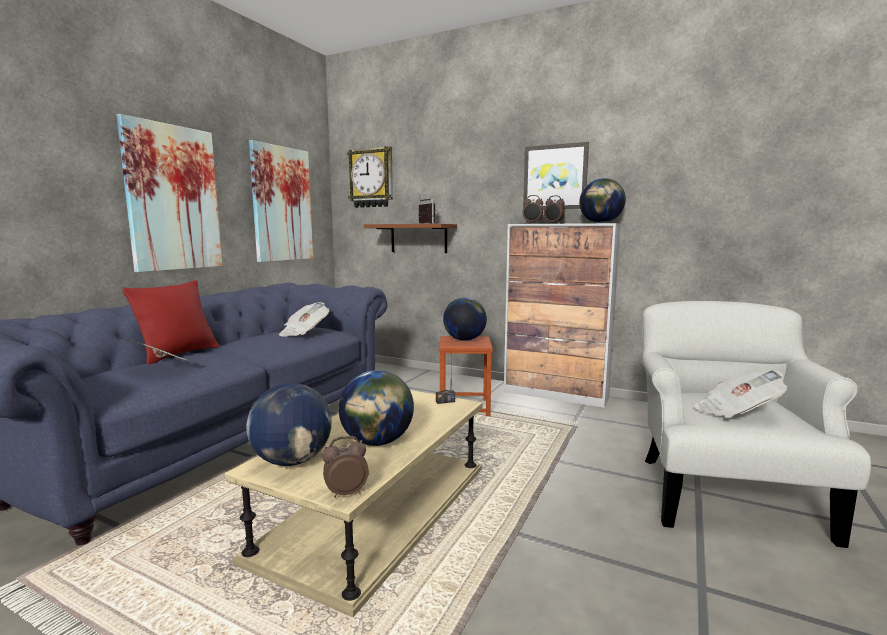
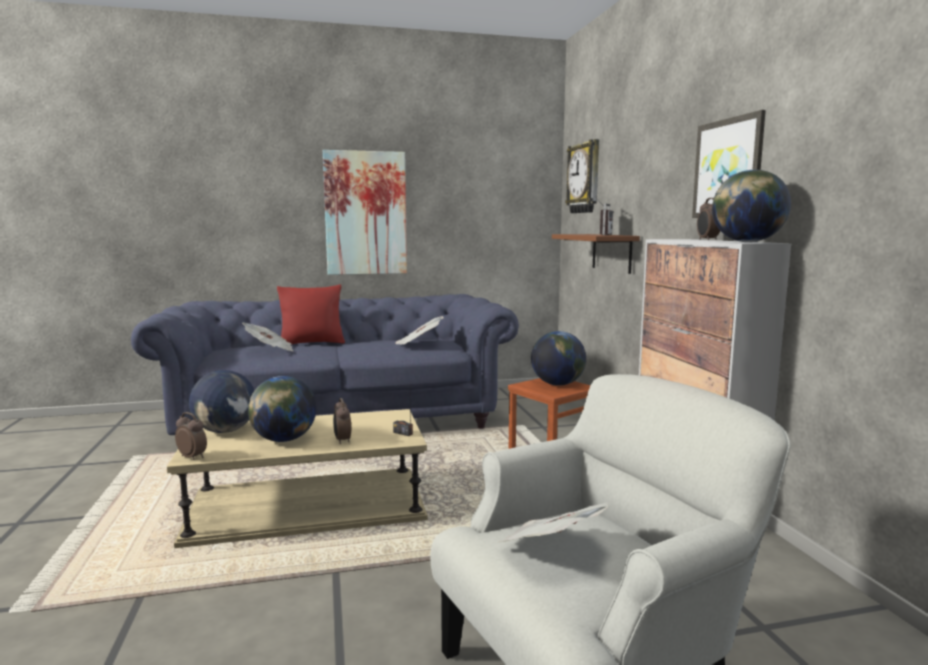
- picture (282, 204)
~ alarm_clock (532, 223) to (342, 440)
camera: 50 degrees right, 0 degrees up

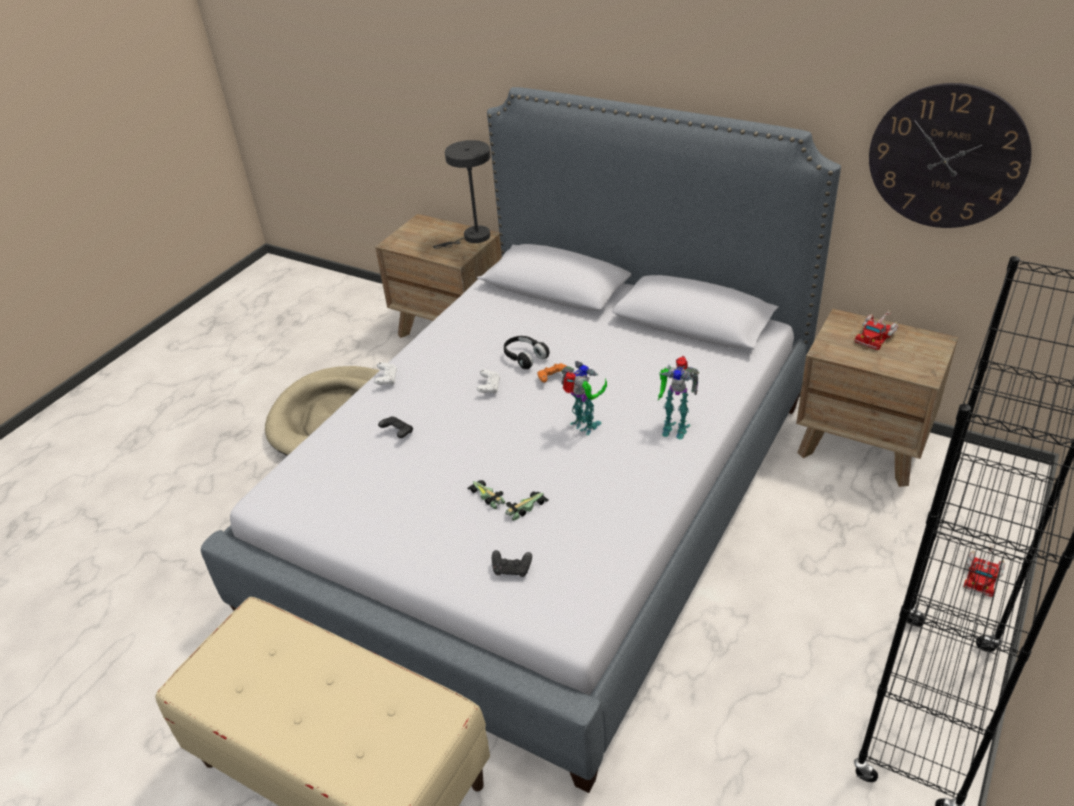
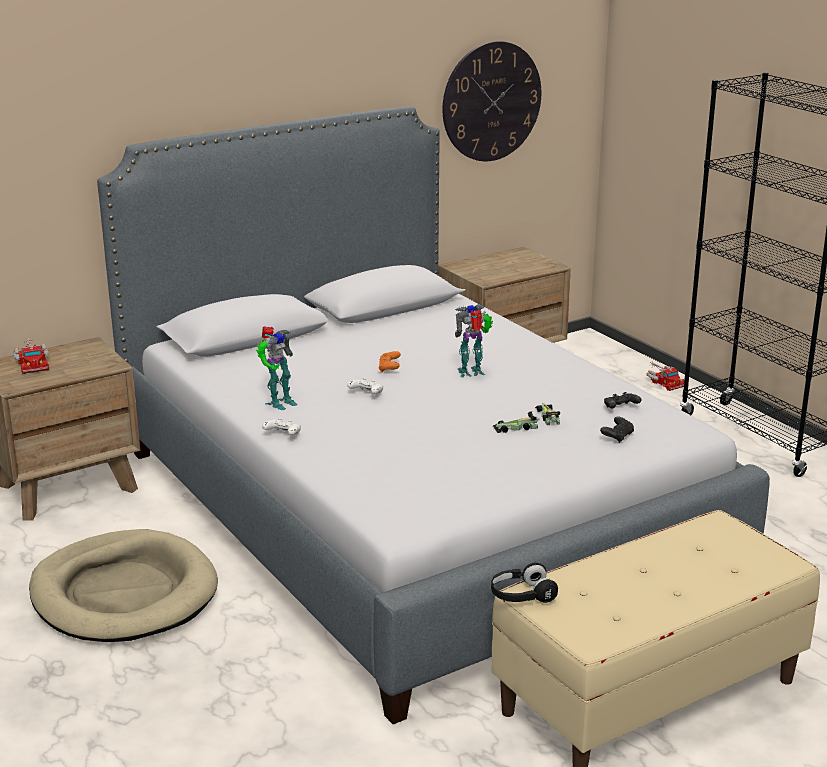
- grey_table_lamp (472, 238)
~ toy_truck (876, 335) to (32, 363)
~ black_headphones (525, 357) to (521, 595)
~ toy_robot (674, 426) to (278, 402)
~ black_game_controller (398, 433) to (620, 408)
camera: 65 degrees left, 15 degrees down

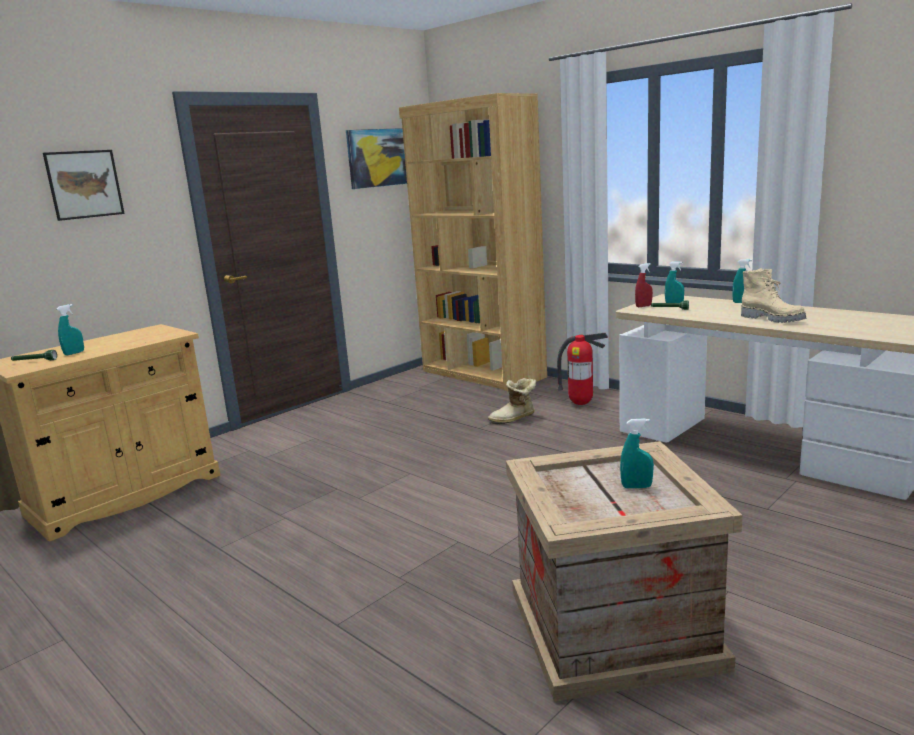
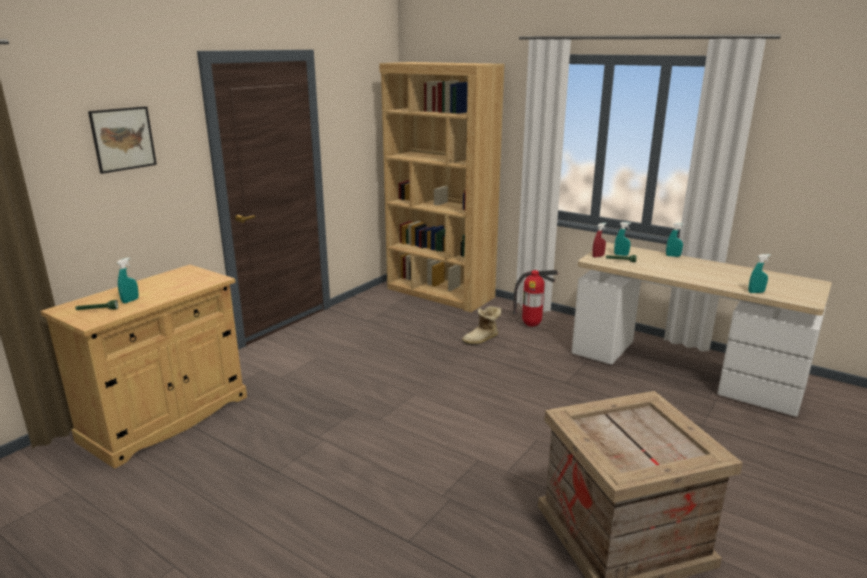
- picture (381, 157)
- beige_boot (773, 319)
~ turquoise_spray_bottle (636, 487) to (756, 292)
camera: 10 degrees left, 5 degrees up

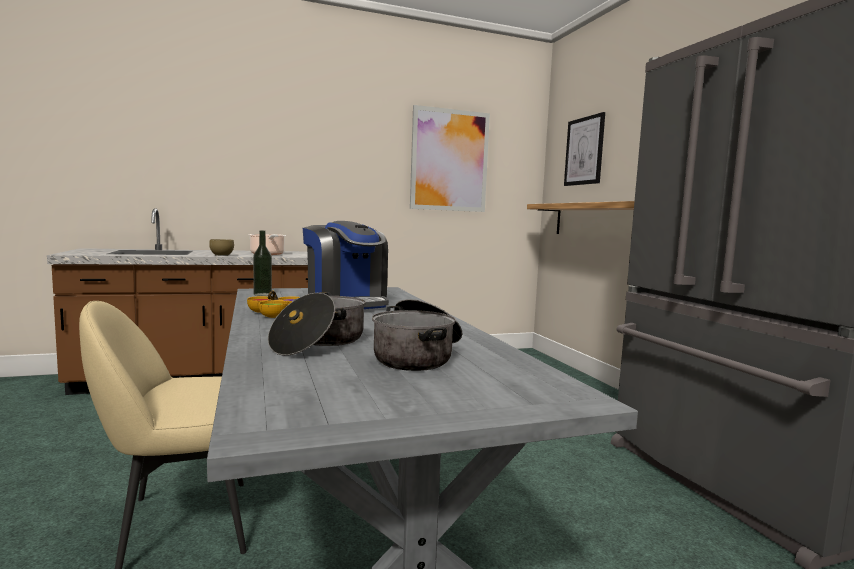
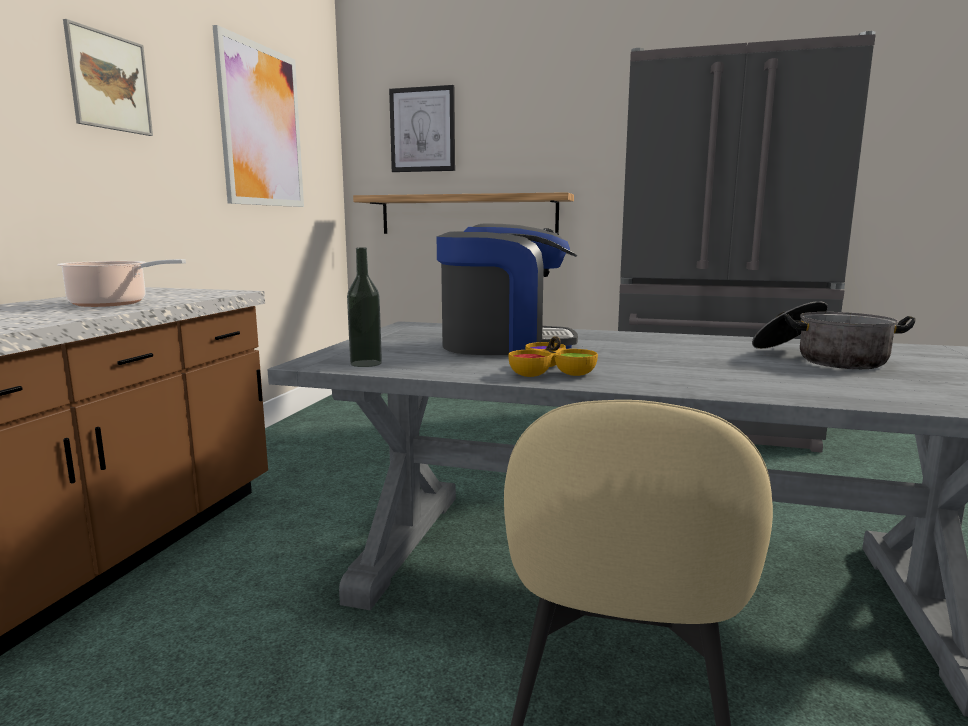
- brown_bowl (222, 255)
- cooking_pot (319, 342)
+ picture (109, 82)
camera: 55 degrees left, 5 degrees up

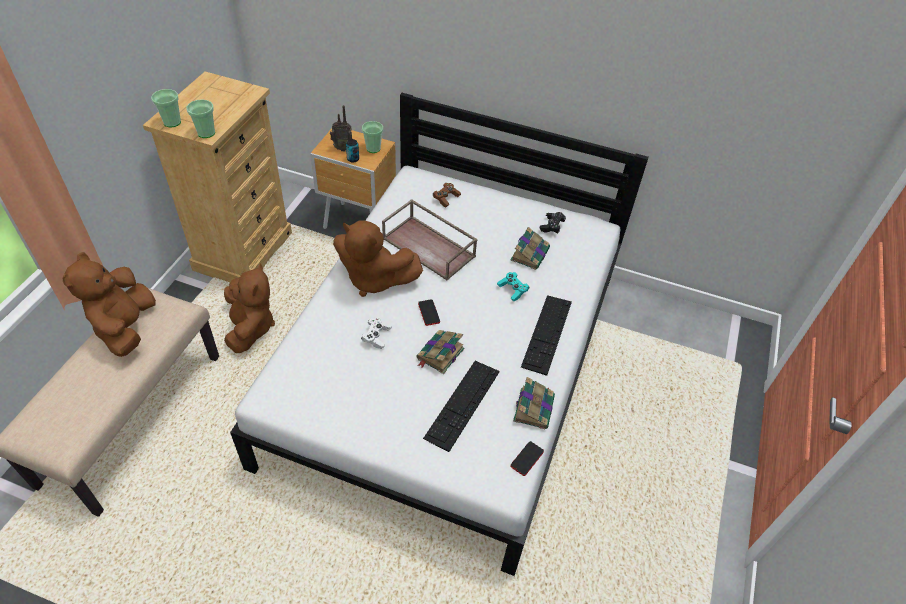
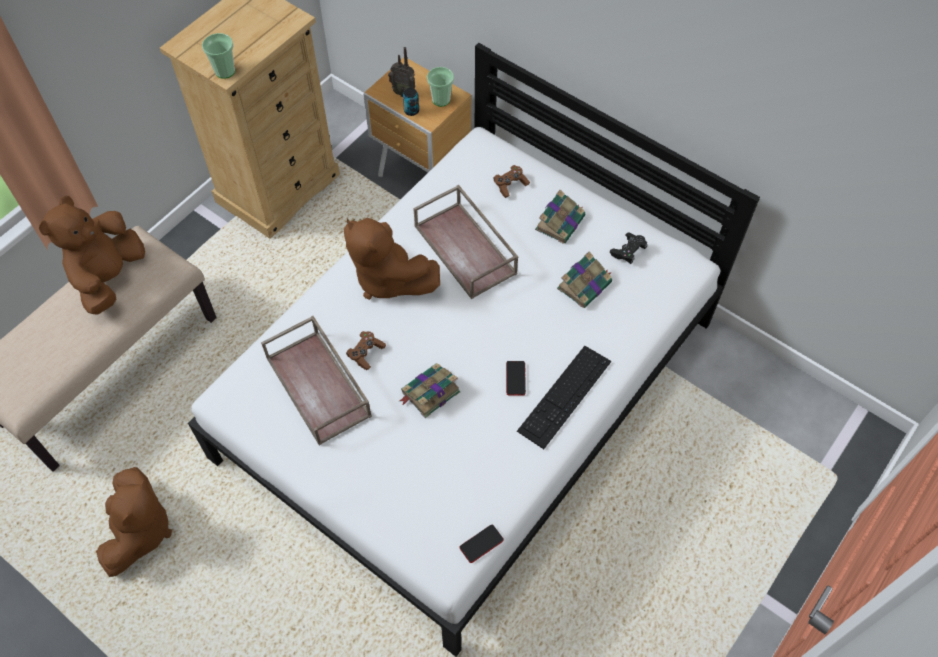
- cup (172, 122)
~ brown_plush_toy (250, 327) to (140, 532)
- turquoise_game_controller (512, 290)
~ phone (429, 313) to (515, 378)
~ white_game_controller (376, 336) to brown_game_controller (366, 353)
- keyboard (462, 404)
~ book (533, 407) to (560, 222)
+ brown_tray (320, 387)
camera: 20 degrees right, 10 degrees up

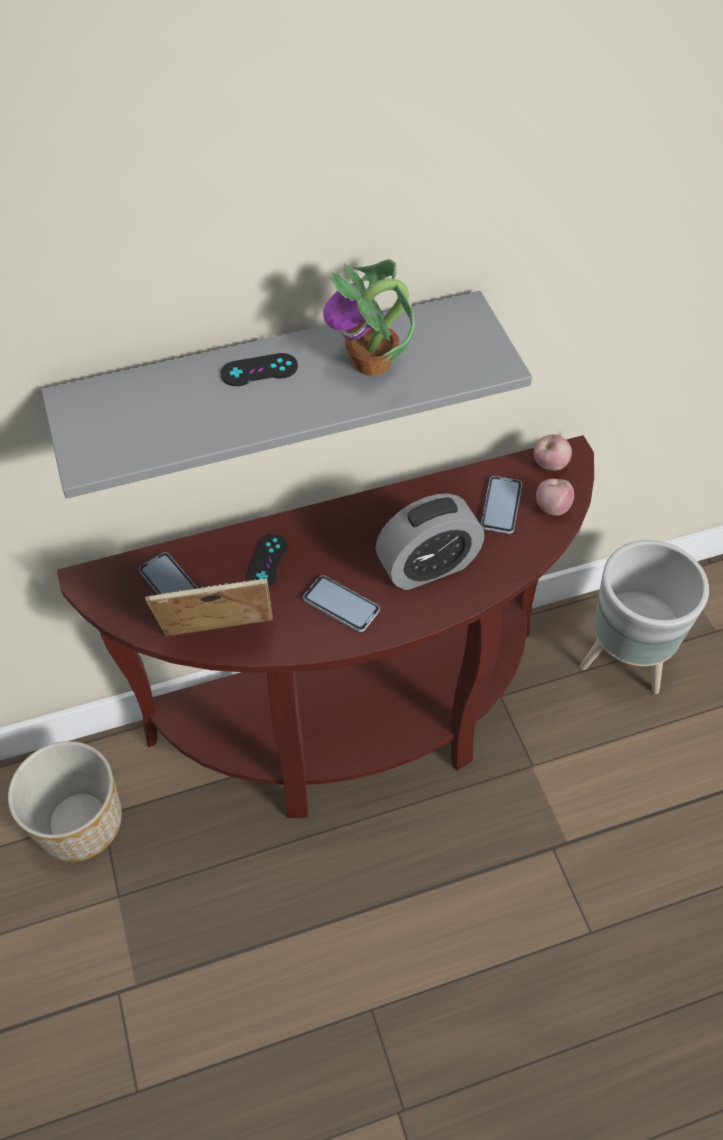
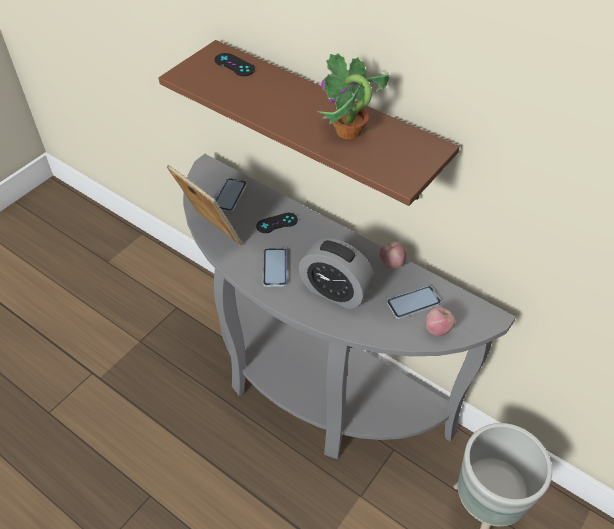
~ grey_shelf (273, 384) to brown_shelf (326, 122)
~ black_game_controller (259, 370) to (234, 65)
~ brown_console_table (357, 726) to grey_console_table (312, 385)
~ apple (549, 465) to (391, 263)
- planter (79, 821)
camera: 55 degrees right, 5 degrees down

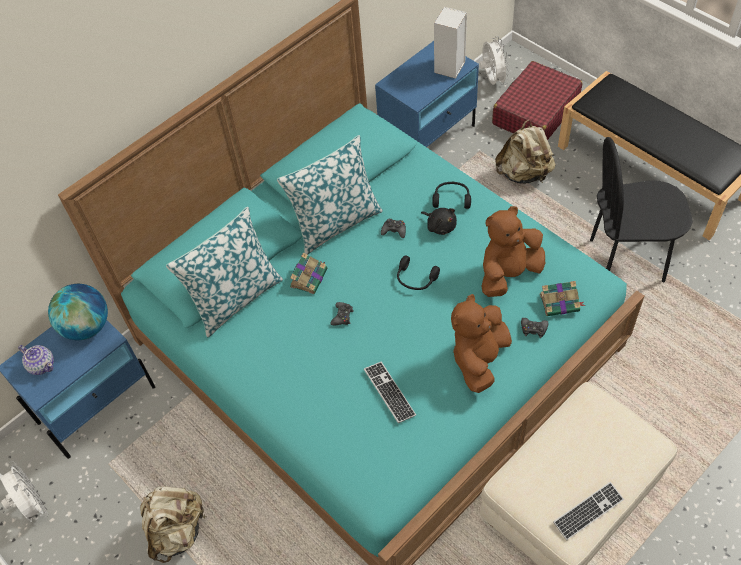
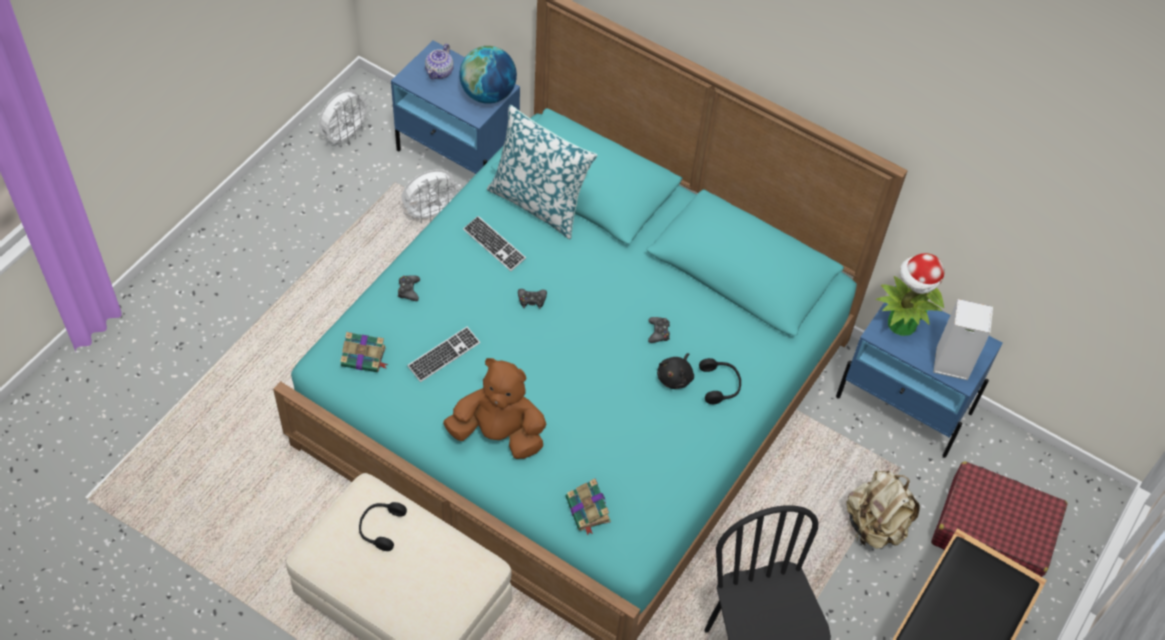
~ white_fan (492, 80) to (431, 213)
- pillow (336, 223)
- brown_plush_toy (508, 273)
~ book (309, 277) to (364, 357)
~ black_headphones (415, 279) to (380, 528)
~ black_game_controller (533, 329) to (408, 290)
~ keyboard (588, 511) to (494, 245)
- beige_backpack (177, 531)
+ potted_plant (901, 324)
camera: 70 degrees right, 0 degrees up

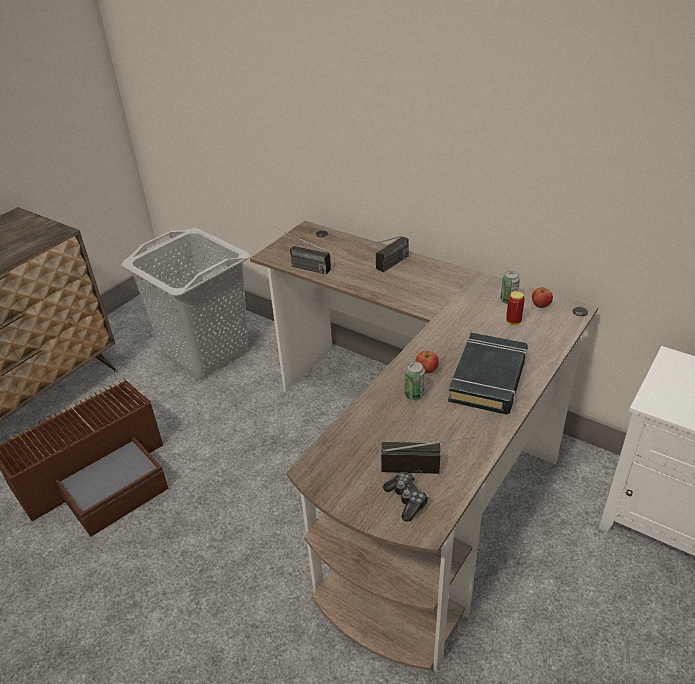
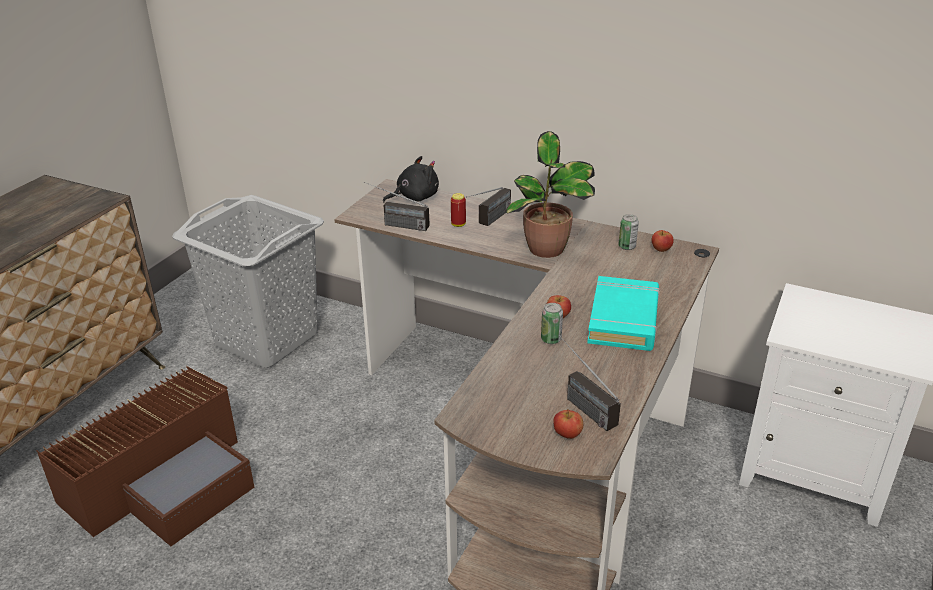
~ can (513, 322) to (458, 224)
~ black_book (488, 378) to turquoise_book (624, 319)
~ radio (426, 467) = (579, 404) 120 degrees counterclockwise
~ game_controller (406, 500) to apple (567, 434)
+ potted_plant (547, 250)
+ black_plush_toy (414, 197)
camera: 10 degrees left, 5 degrees down

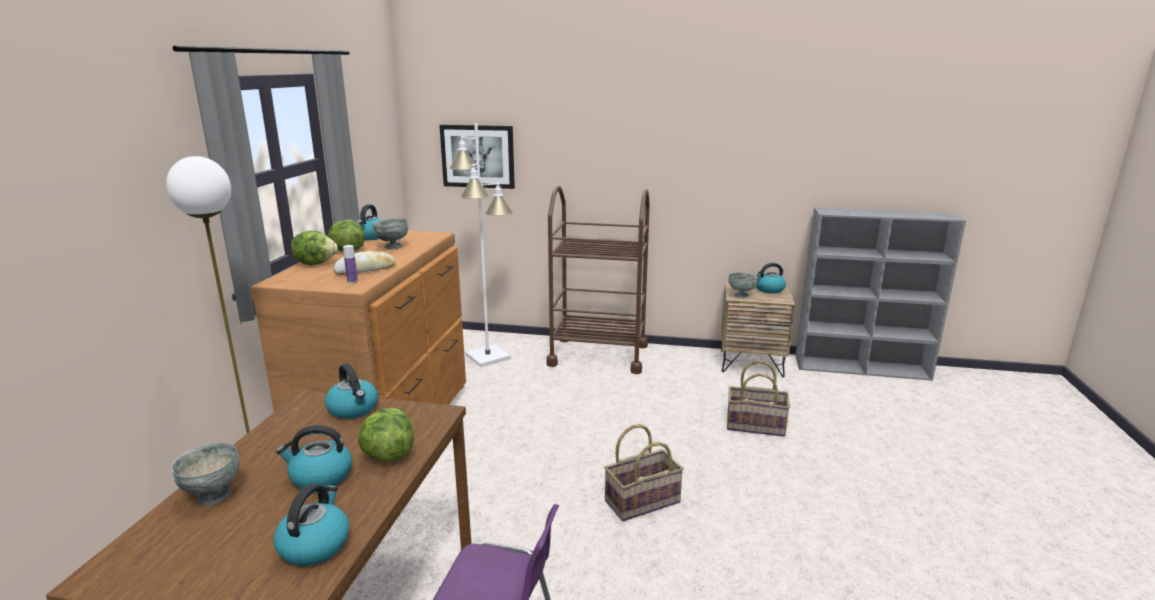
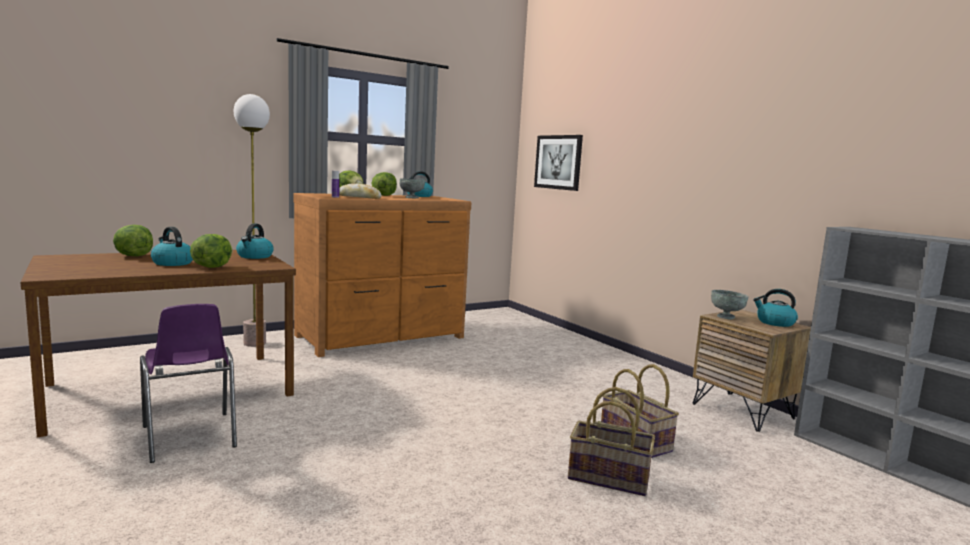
- white_floor_lamp (488, 356)
- brown_cart (598, 355)
~ basket (642, 501) to (609, 477)
~ grey_bowl (213, 496) to lettuce (133, 256)
- kettle (315, 545)
camera: 45 degrees right, 10 degrees down

